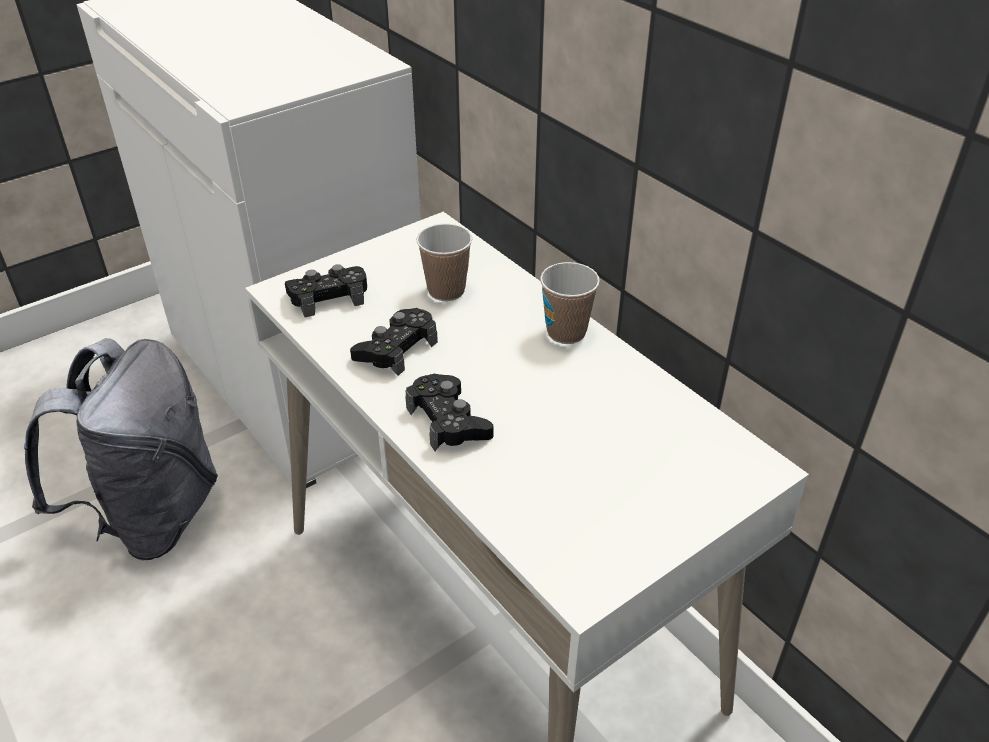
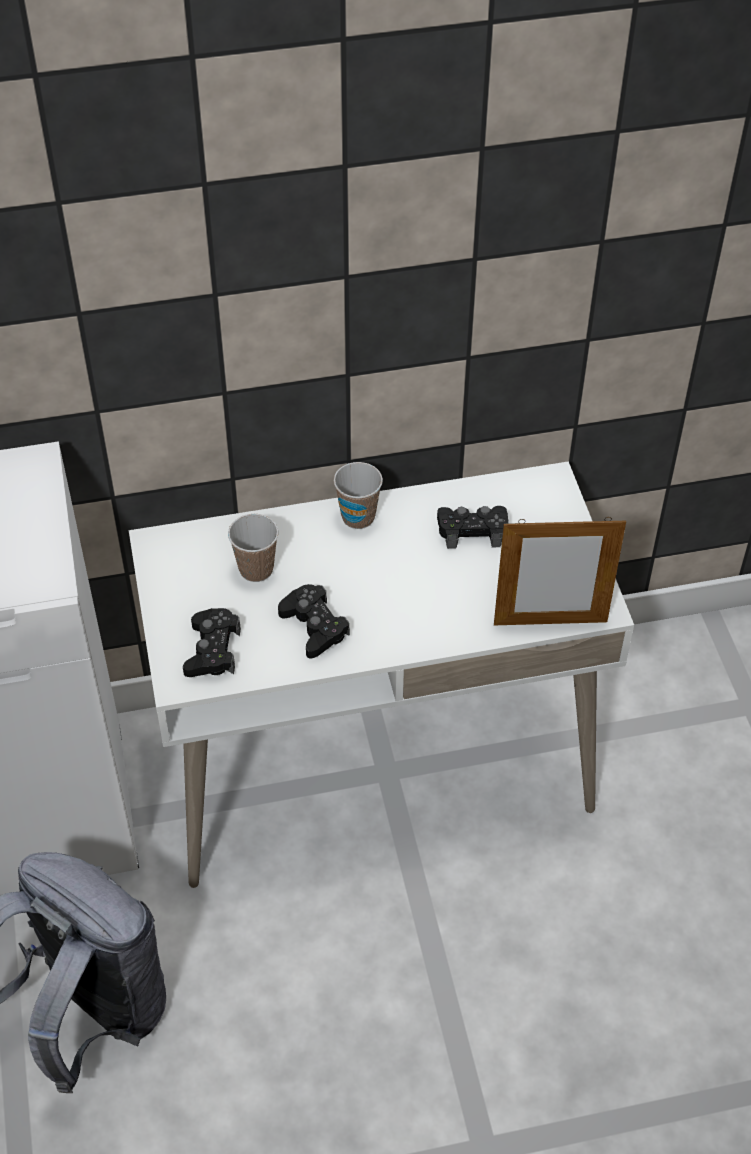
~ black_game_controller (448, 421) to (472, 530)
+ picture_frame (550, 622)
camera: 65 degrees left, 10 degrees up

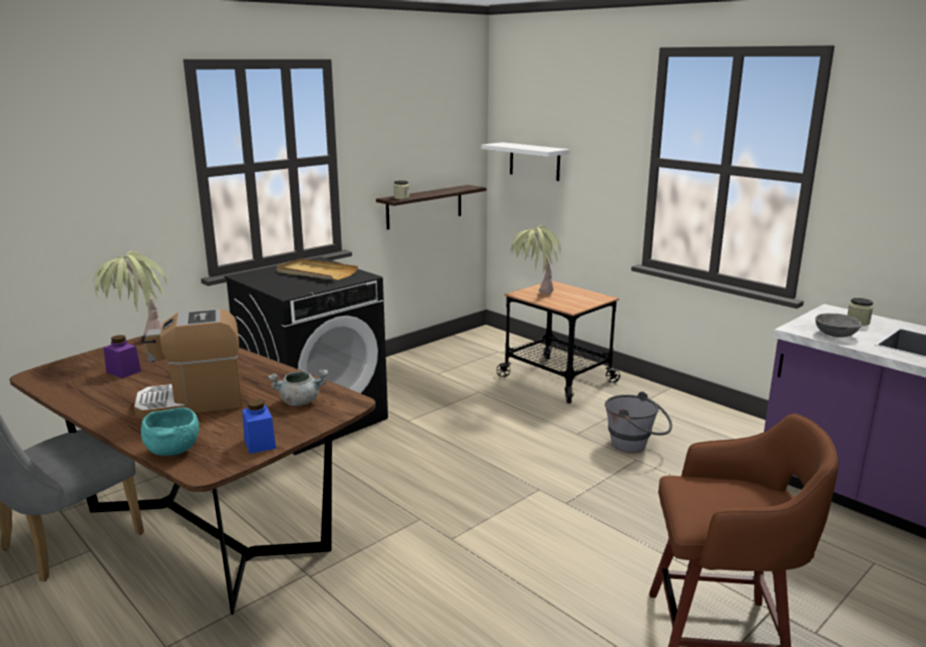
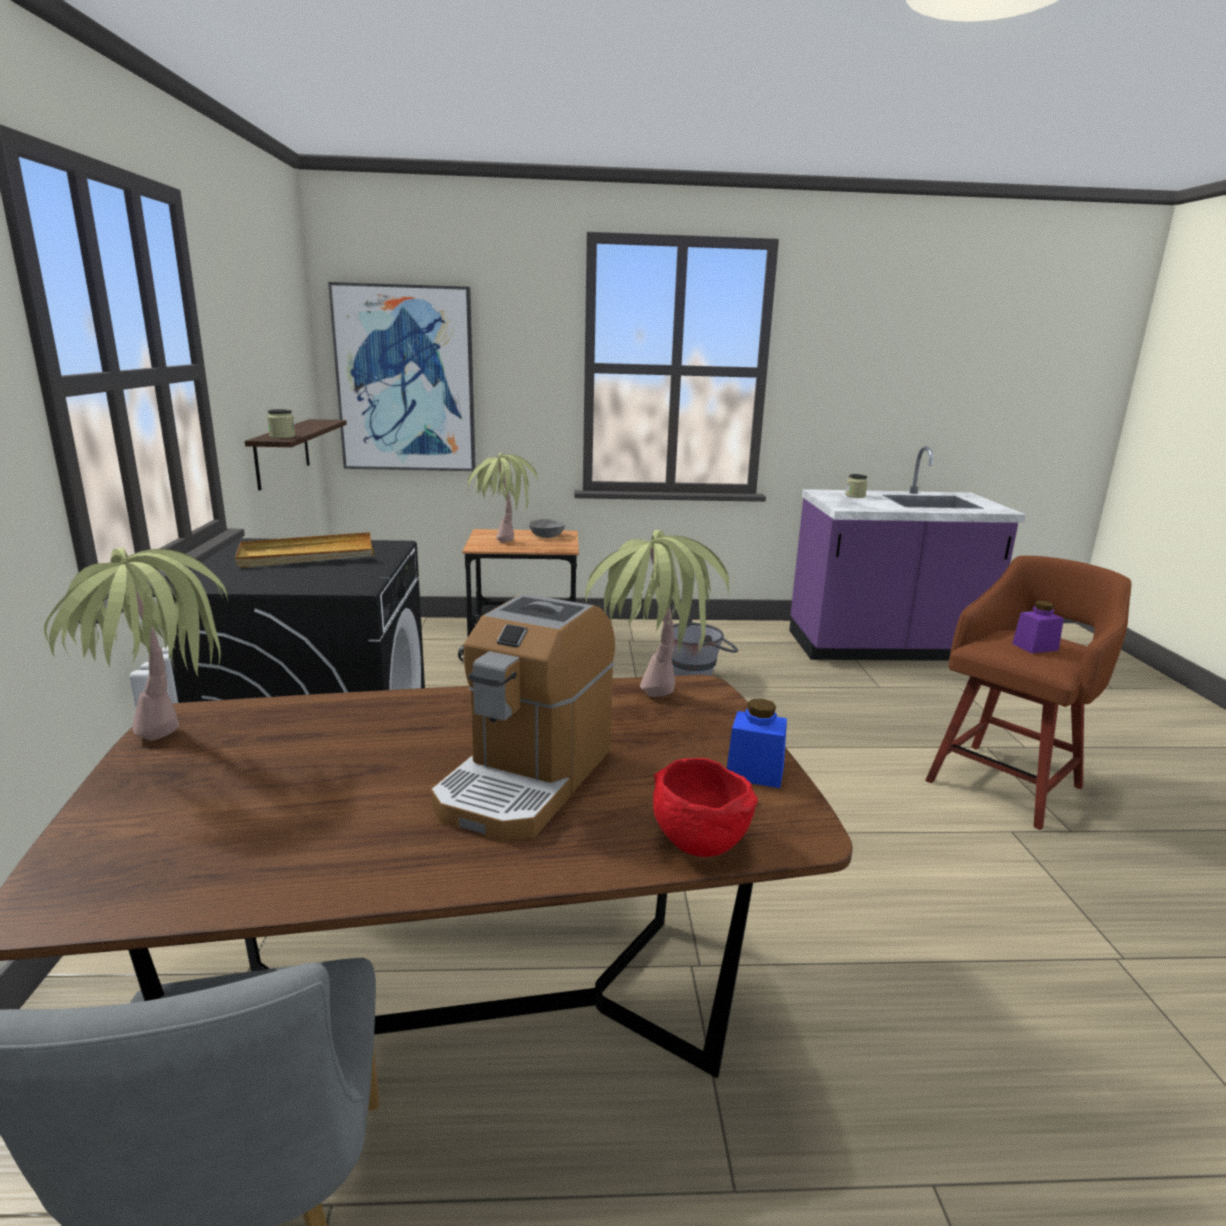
~ white_shelf (534, 161) to picture (406, 380)
~ grey_bowl (835, 334) to (546, 536)
~ purple_jar (123, 372) to (1035, 647)
~ grey_cooking_pot (300, 402) to potted_plant (649, 711)
~ turquoise_bowl (173, 450) to red_bowl (696, 842)
camera: 50 degrees left, 0 degrees up

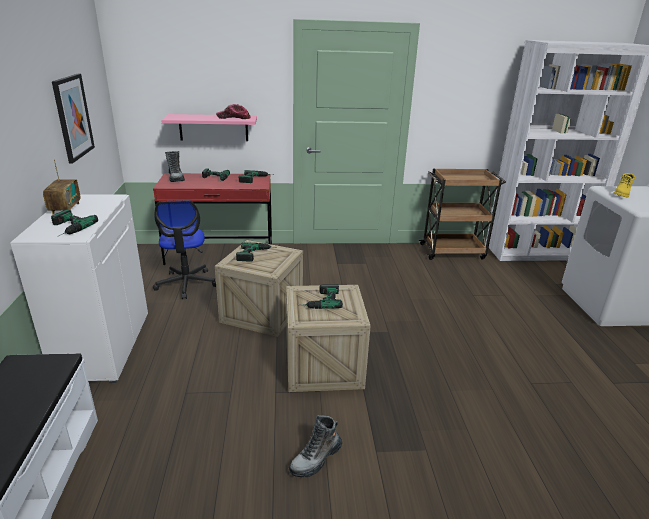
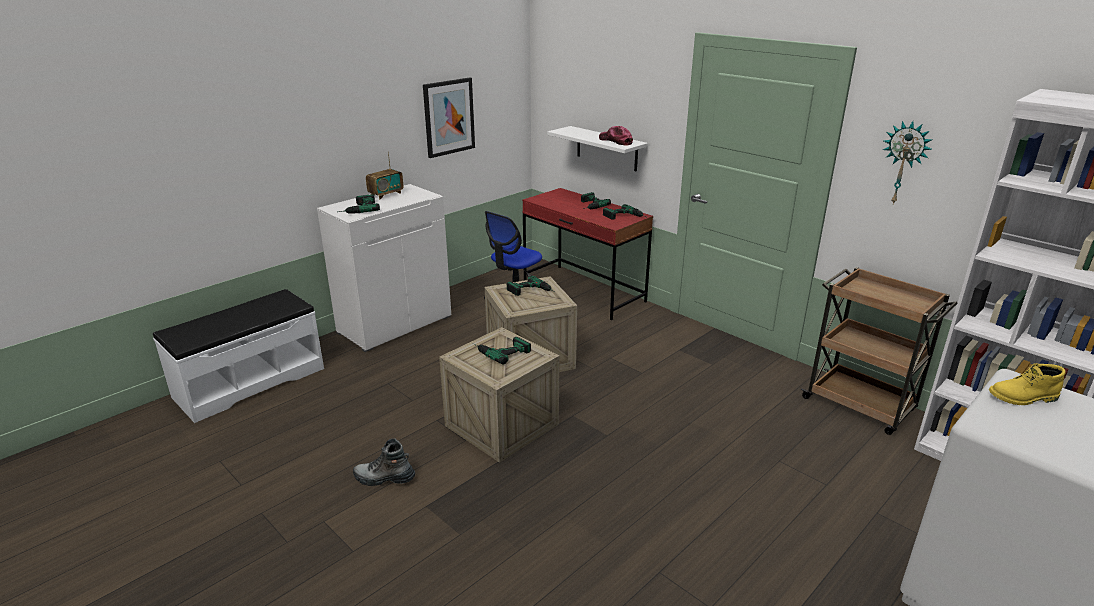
~ pink_shelf (213, 127) to white_shelf (607, 148)
- boot (176, 178)
+ wall_clock (904, 163)
camera: 50 degrees right, 0 degrees up

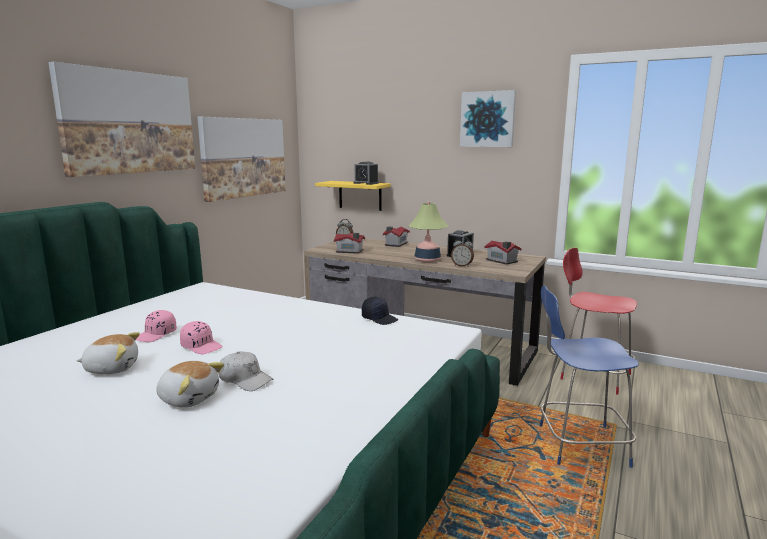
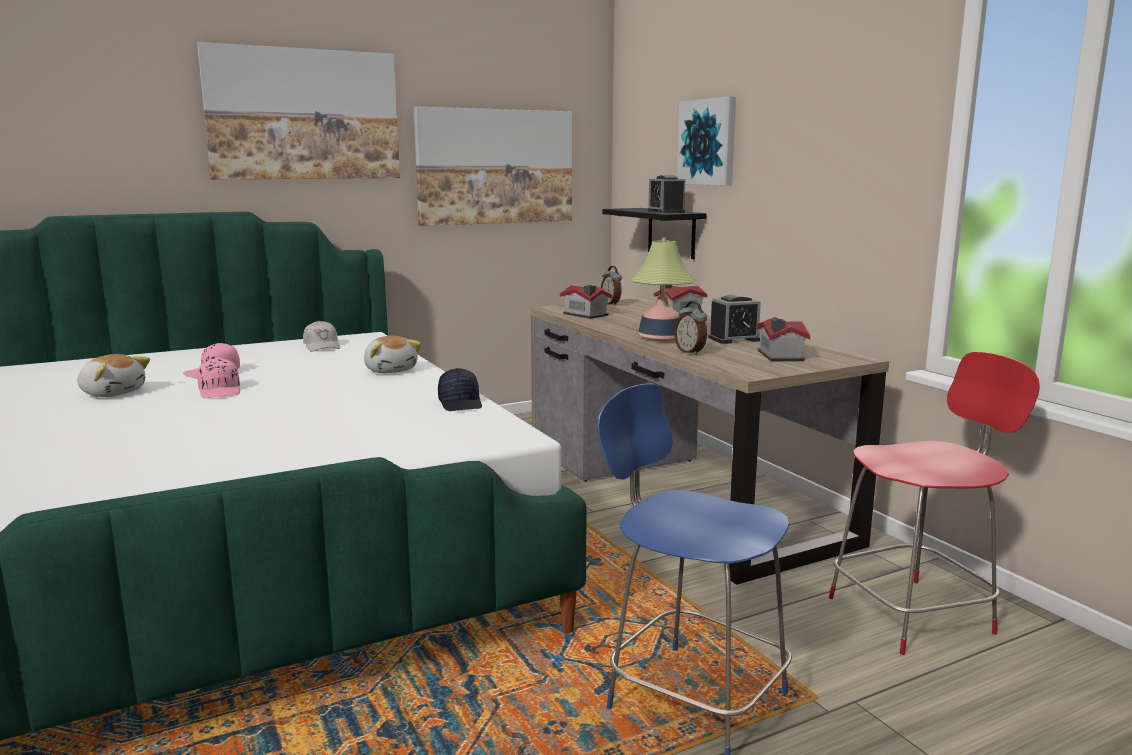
~ picture (487, 119) to (708, 142)
~ yellow_shelf (360, 195) to black_shelf (671, 232)
~ red_chair (592, 375) = (914, 614) 90 degrees clockwise
~ white_cap (245, 379) to (322, 346)
~ plush_toy (189, 398) to (391, 370)
camera: 35 degrees right, 0 degrees up

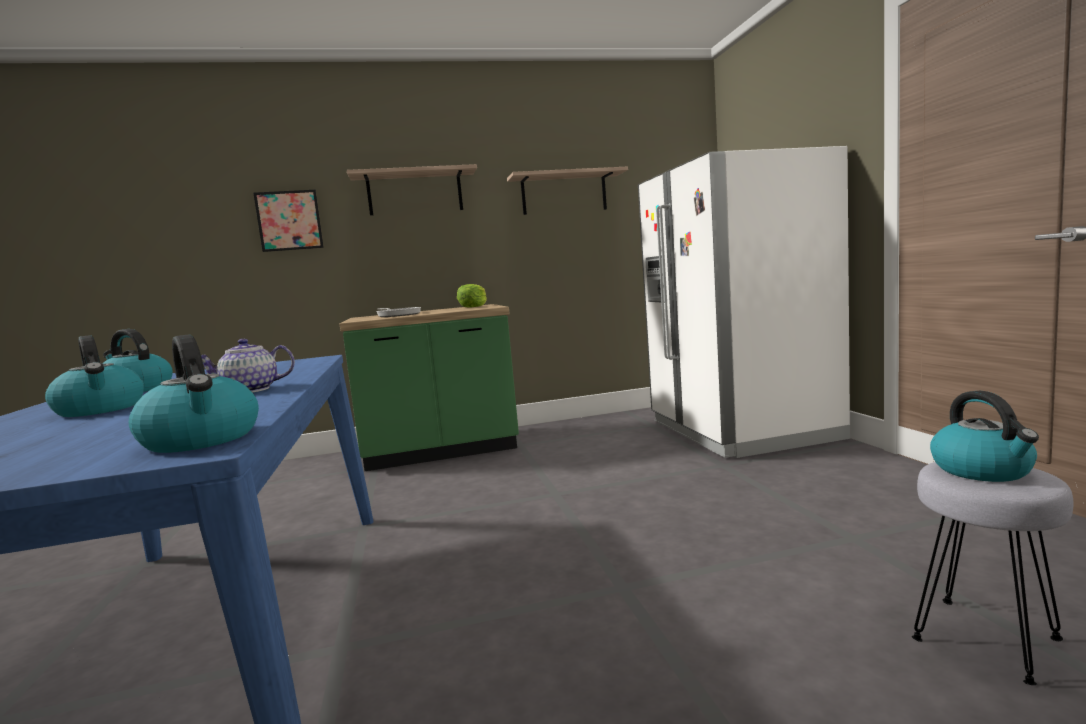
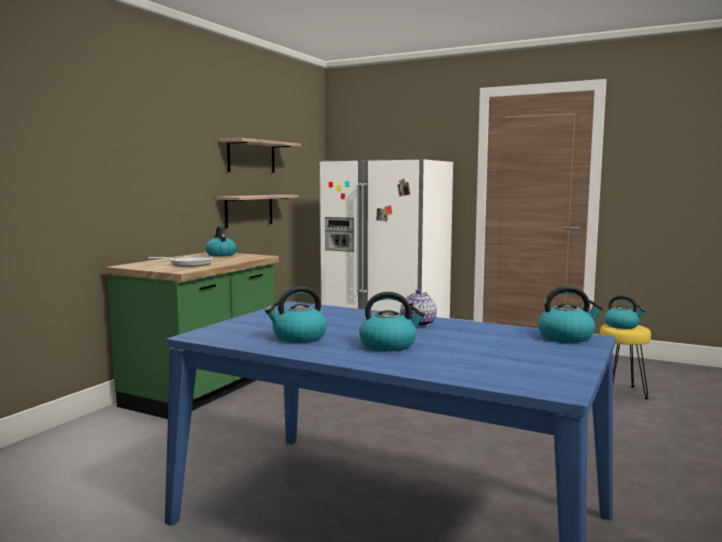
~ shelf (415, 193) to (249, 210)
- picture (289, 220)
~ lettuce (474, 307) to kettle (221, 255)
~ grey_stool (986, 638) to yellow_stool (621, 392)
camera: 50 degrees left, 0 degrees up

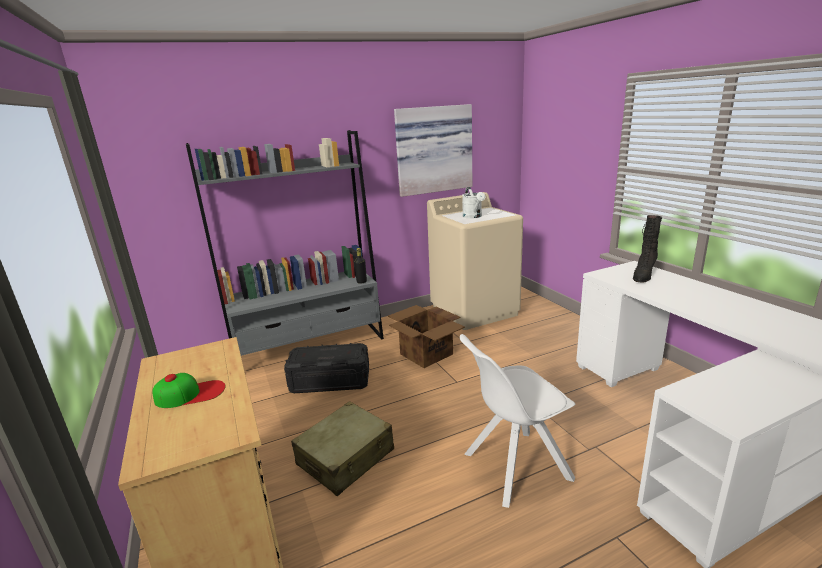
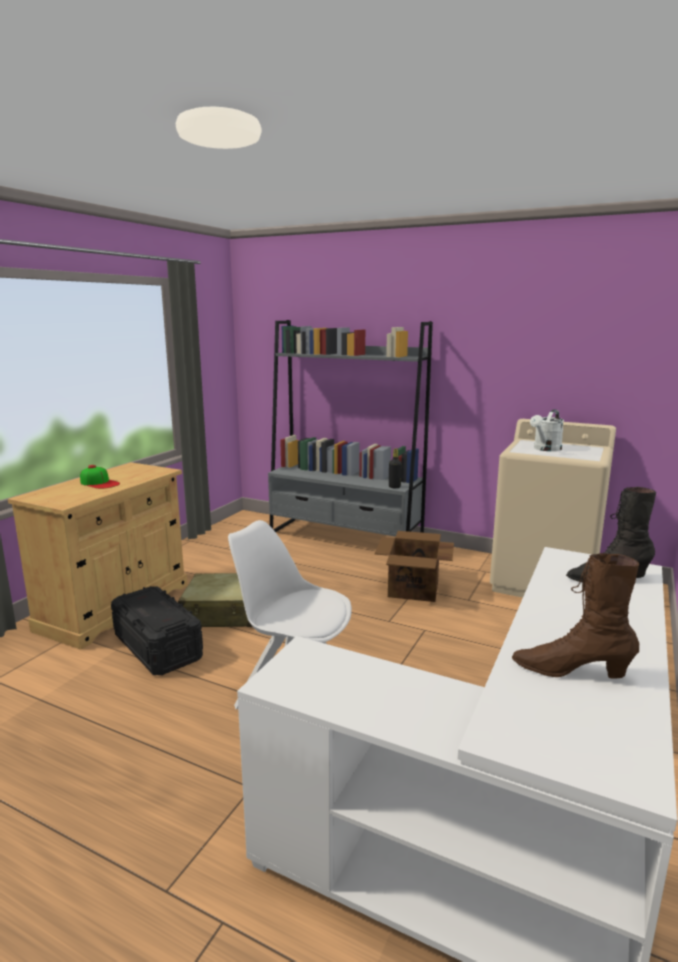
- picture (433, 150)
~ black_storage_box (330, 381) to (158, 646)
+ brown_boot (570, 671)
camera: 50 degrees right, 5 degrees down

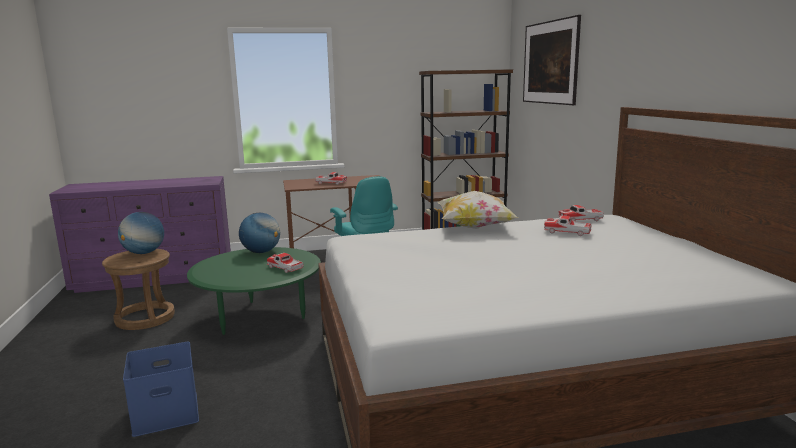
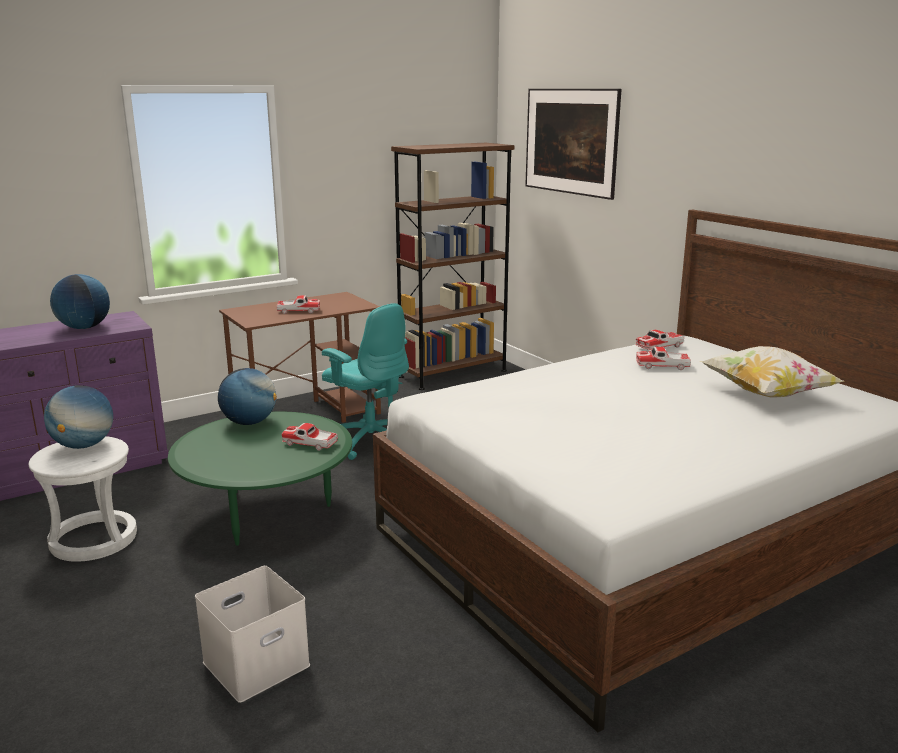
~ pillow (474, 227) to (766, 394)
~ brown_stool (144, 318) to white_stool (93, 539)
~ blue_storage_box (164, 414) to white_storage_box (255, 665)
+ globe (84, 328)
camera: 20 degrees left, 5 degrees up

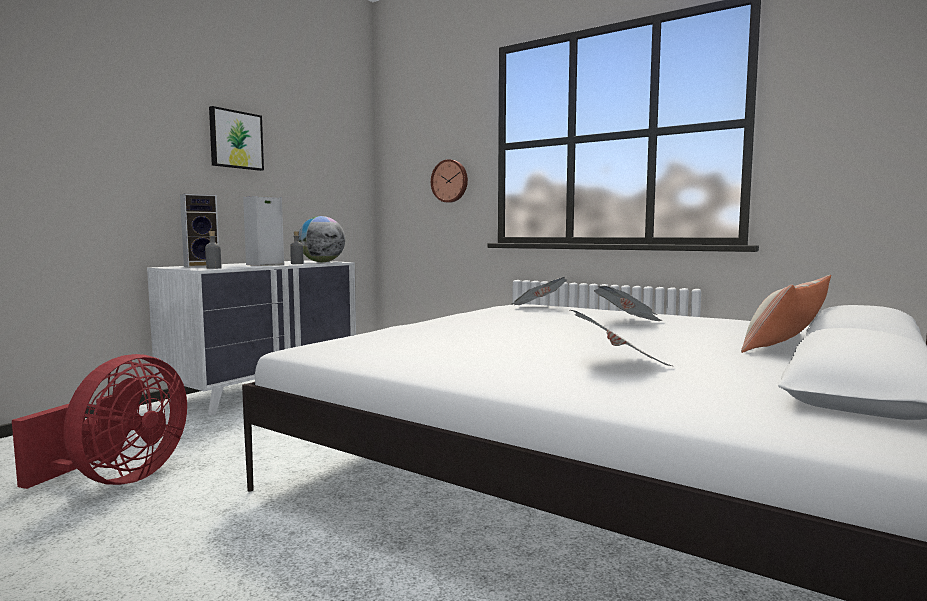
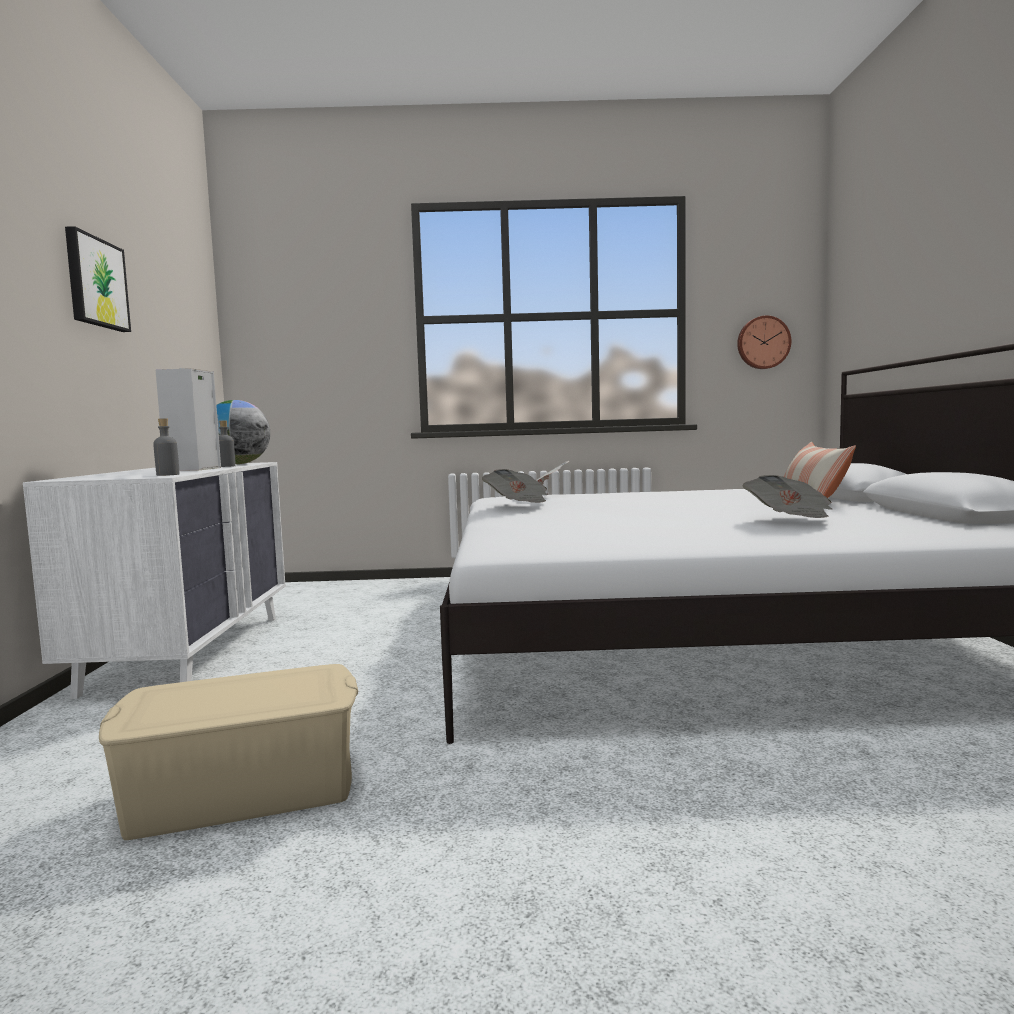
~ wall_clock (450, 181) to (763, 343)
- speaker (203, 266)
~ newspaper (628, 322) to (518, 506)
~ red_fan (118, 479) to beige_storage_box (243, 790)
camera: 35 degrees left, 0 degrees up

